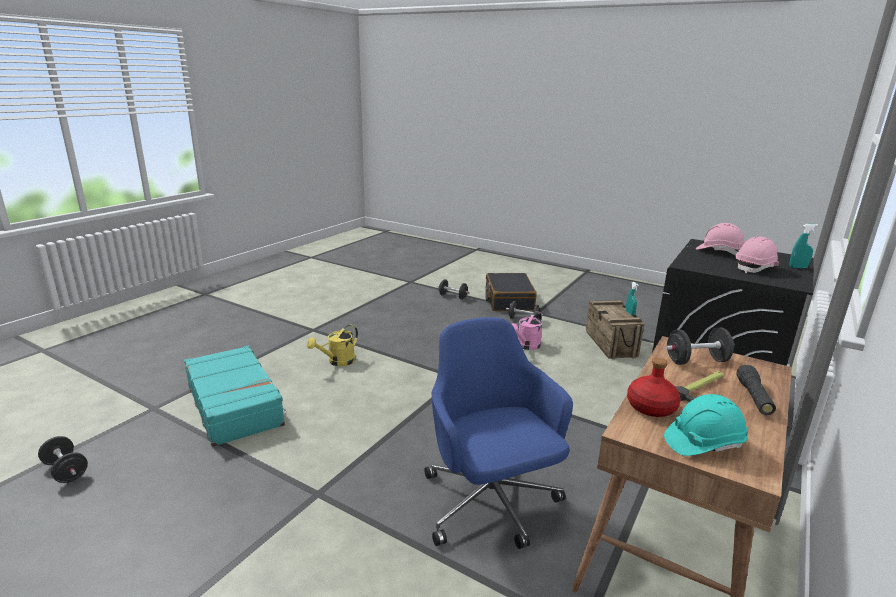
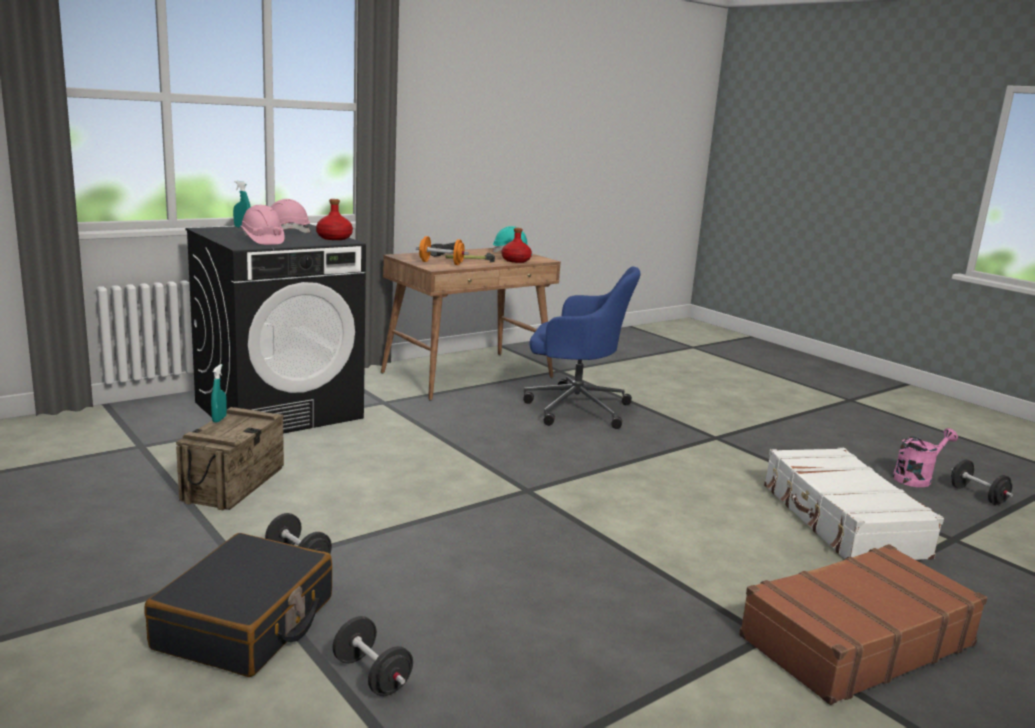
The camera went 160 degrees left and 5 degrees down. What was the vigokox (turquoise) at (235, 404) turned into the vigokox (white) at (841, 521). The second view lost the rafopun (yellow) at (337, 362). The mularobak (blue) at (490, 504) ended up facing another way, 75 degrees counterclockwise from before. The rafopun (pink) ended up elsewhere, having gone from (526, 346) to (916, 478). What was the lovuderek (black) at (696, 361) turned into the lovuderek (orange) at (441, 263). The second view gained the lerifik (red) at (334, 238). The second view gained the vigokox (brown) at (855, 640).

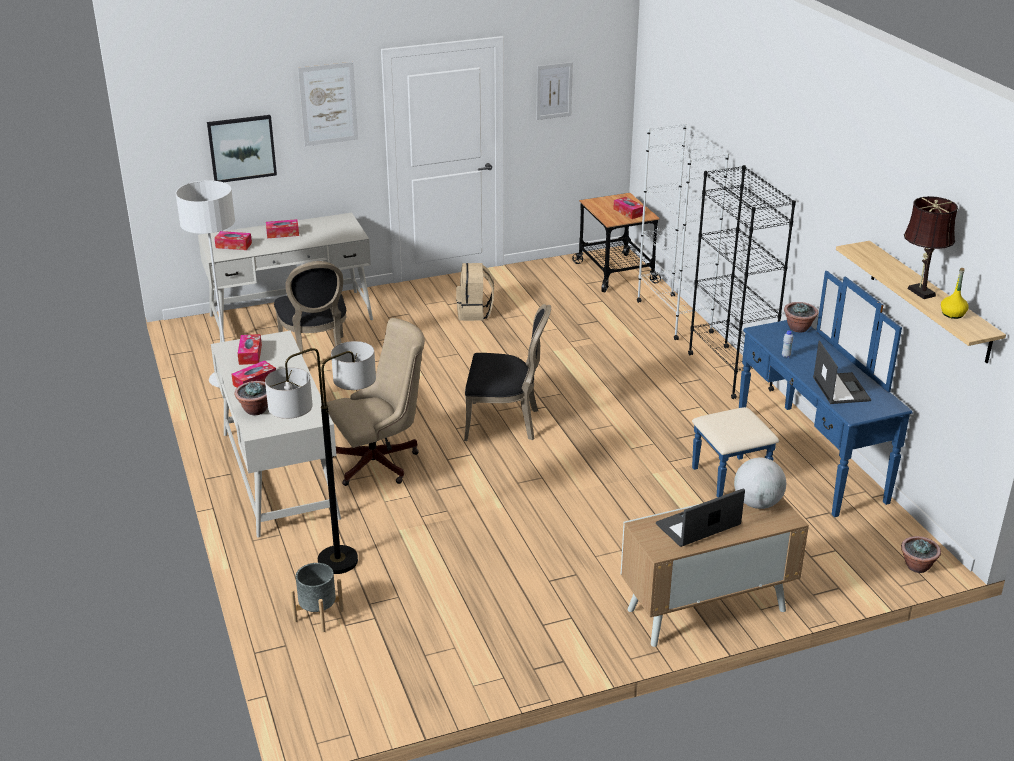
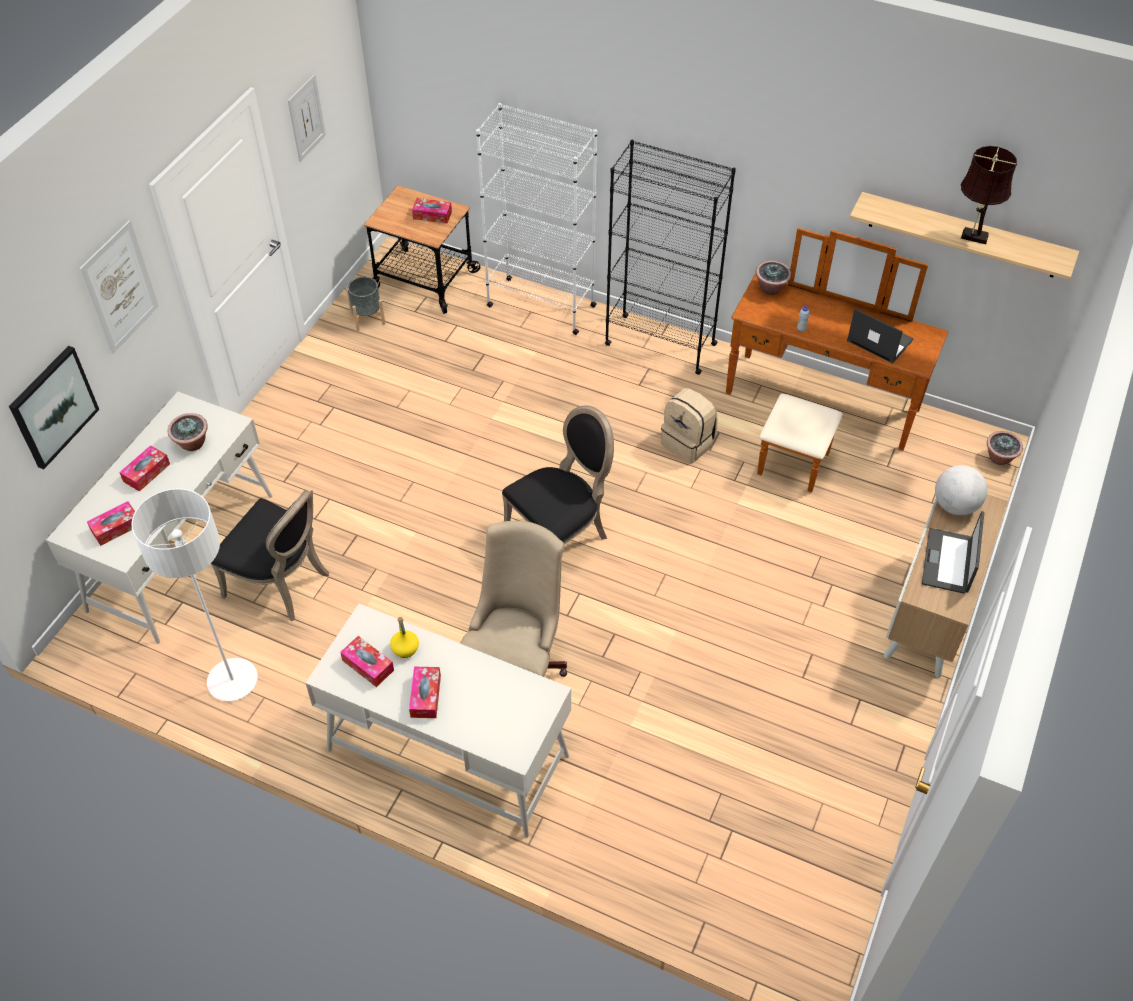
The camera went 45 degrees left and 20 degrees up. The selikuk ended up elsewhere, having gone from (255, 410) to (192, 444). The second view lost the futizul at (338, 561). The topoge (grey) ended up elsewhere, having gone from (318, 615) to (368, 318). The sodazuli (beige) ended up elsewhere, having gone from (475, 313) to (688, 443). What was the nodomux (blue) at (792, 463) turned into the nodomux (brown) at (816, 415). The lerifik (yellow) ended up elsewhere, having gone from (952, 314) to (405, 649).

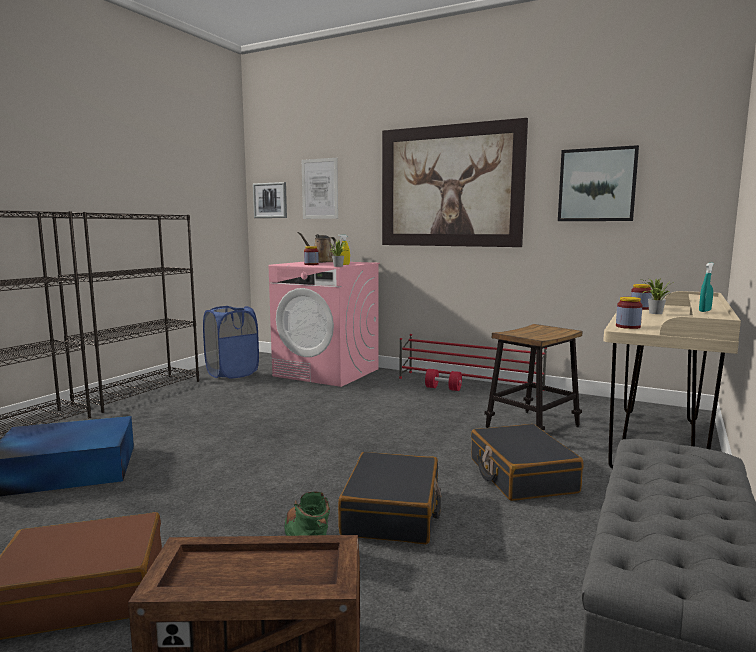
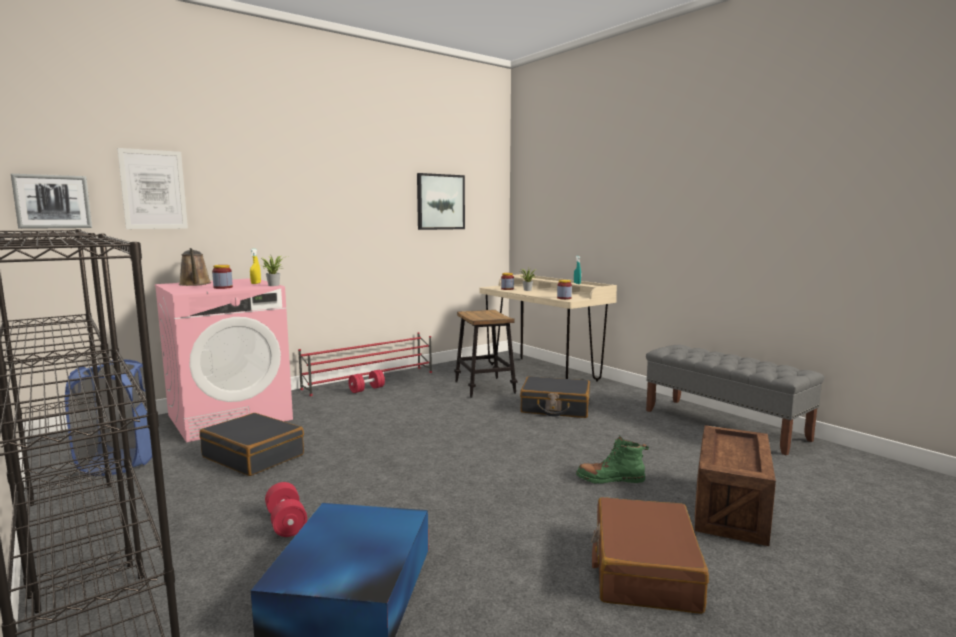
The camera went 65 degrees left and 0 degrees up. The vigokox (black) ended up elsewhere, having gone from (393, 512) to (254, 456). The second view lost the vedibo at (450, 186). The second view gained the lovuderek (red) at (286, 523).

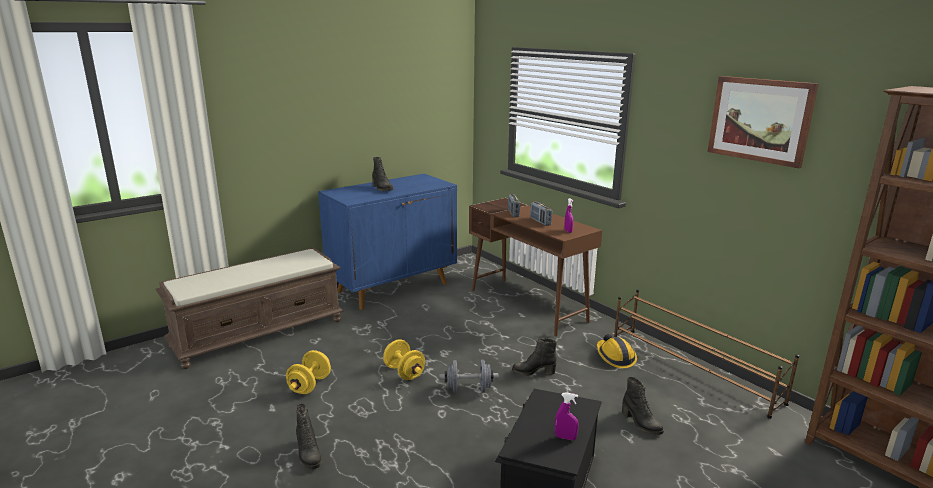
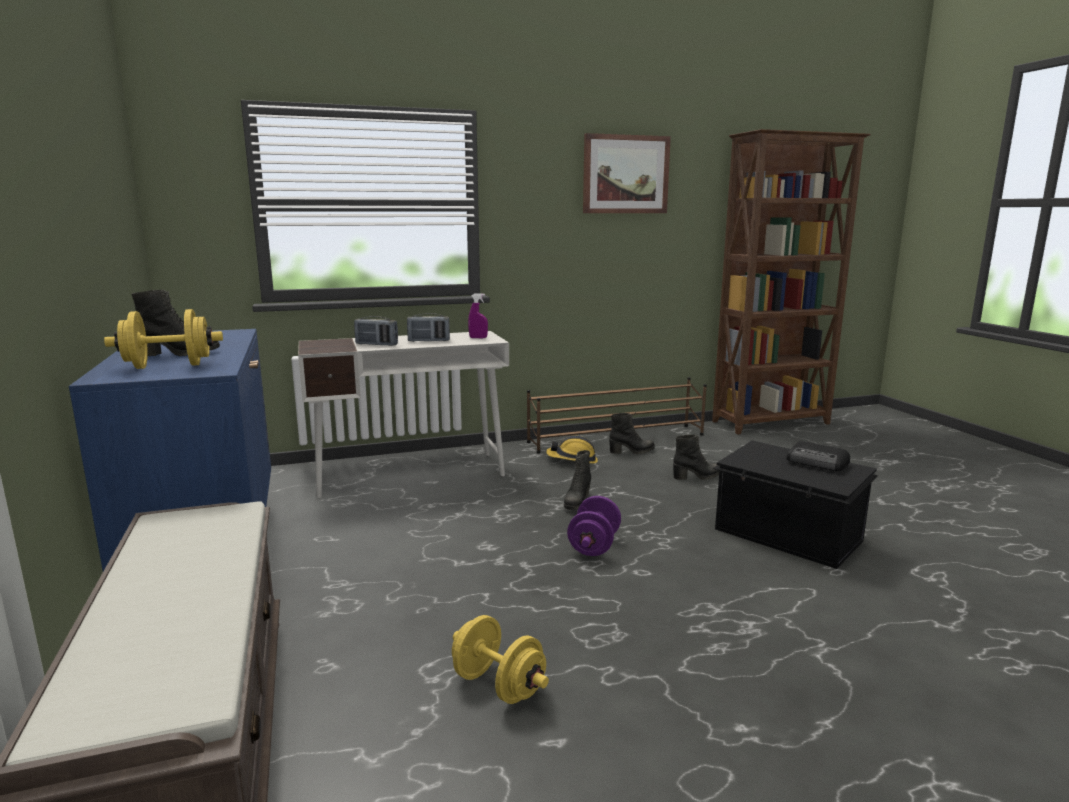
The camera went 70 degrees left and 5 degrees down. The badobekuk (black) ended up elsewhere, having gone from (308, 455) to (632, 451). The lovuderek (yellow) ended up elsewhere, having gone from (404, 372) to (169, 366). What was the lovuderek (grey) at (468, 389) turned into the lovuderek (purple) at (594, 545). What was the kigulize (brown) at (528, 305) turned into the kigulize (white) at (411, 474). Where the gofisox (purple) stood at (565, 437), the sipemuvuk came to stand at (818, 462).

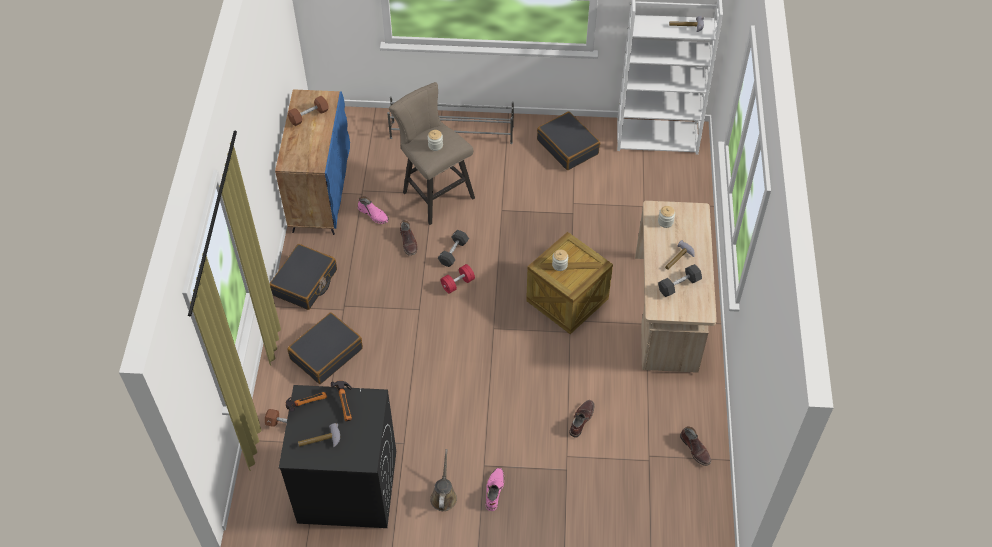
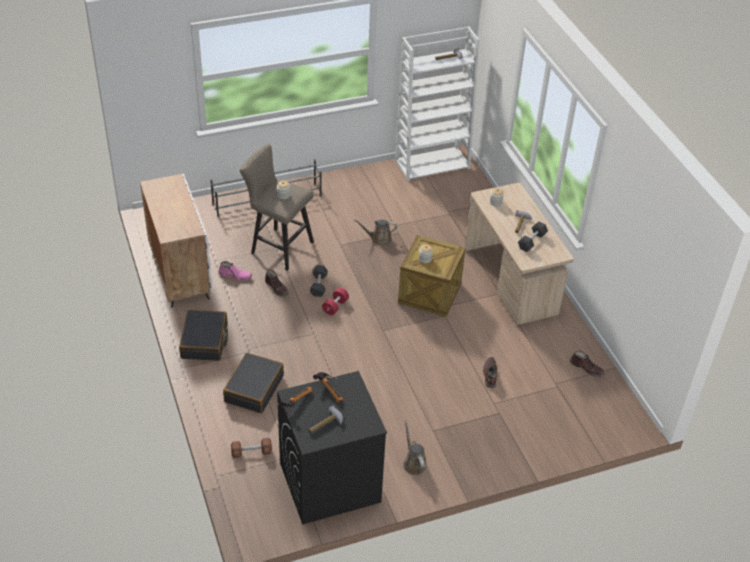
The camera went 25 degrees left and 10 degrees down. What was the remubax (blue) at (320, 193) turned into the remubax (white) at (179, 271). The second view lost the lovuderek (brown) at (309, 116). The second view lost the badobekuk (pink) at (494, 490). The second view lost the vigokox (black) at (568, 147). The second view gained the rafopun (brown) at (379, 239).

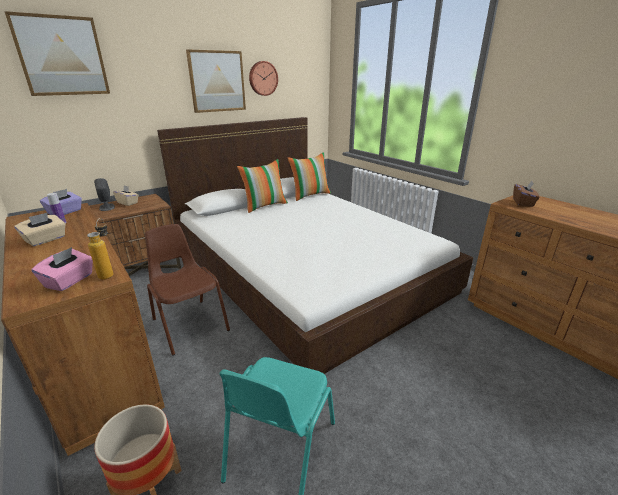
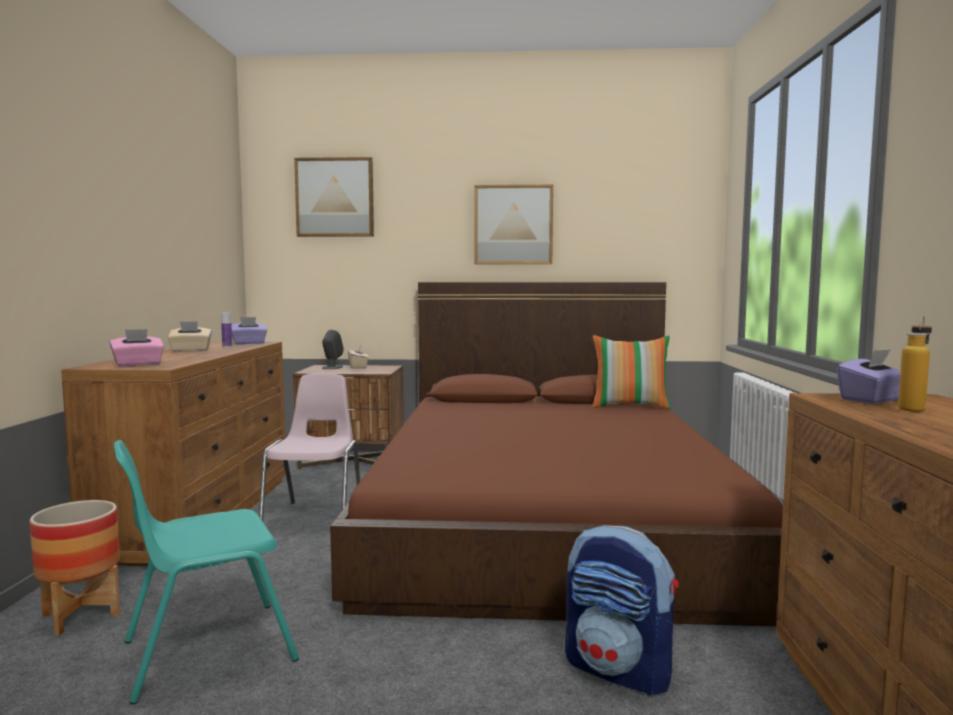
The camera went 40 degrees right and 20 degrees down. The lerifik ended up elsewhere, having gone from (109, 273) to (913, 408). What was the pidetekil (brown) at (189, 324) turned into the pidetekil (pink) at (316, 518). What was the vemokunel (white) at (305, 267) turned into the vemokunel (brown) at (547, 511). The second view lost the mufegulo at (264, 206). The second view lost the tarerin at (263, 78). What was the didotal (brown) at (523, 203) turned into the didotal (purple) at (872, 400). The second view gained the sodazuli at (619, 670).

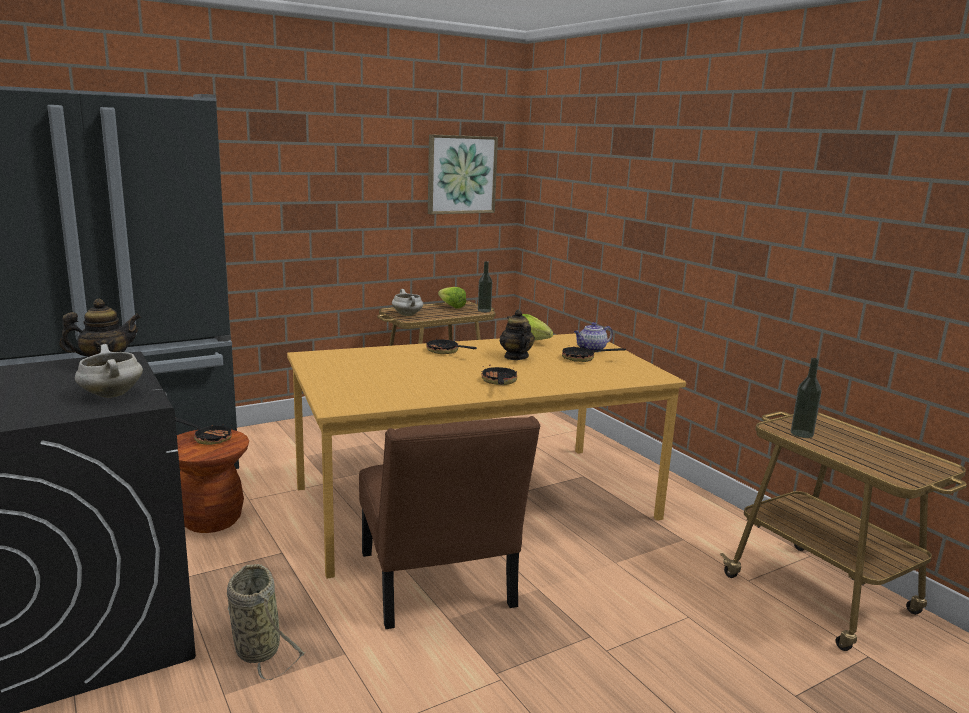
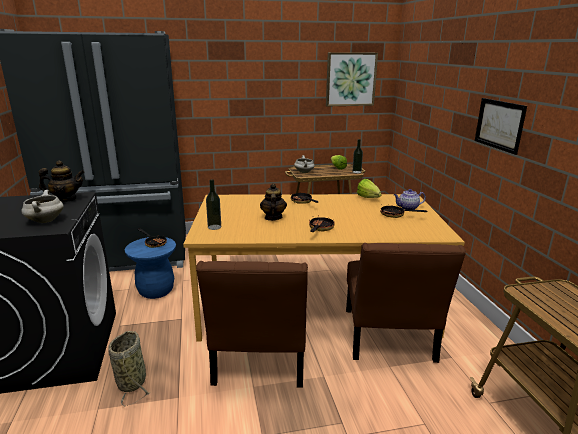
The camera went 20 degrees right and 5 degrees up. What was the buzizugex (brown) at (211, 520) turned into the buzizugex (blue) at (156, 290). The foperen ended up elsewhere, having gone from (516, 357) to (273, 217). The lerifik ended up elsewhere, having gone from (801, 434) to (214, 227). The second view gained the pidetekil (brown) at (388, 339). The second view gained the vedibo at (499, 124).

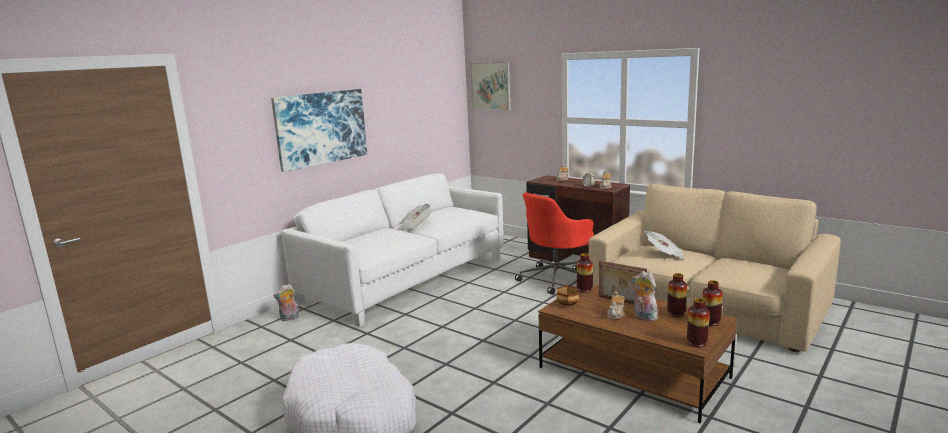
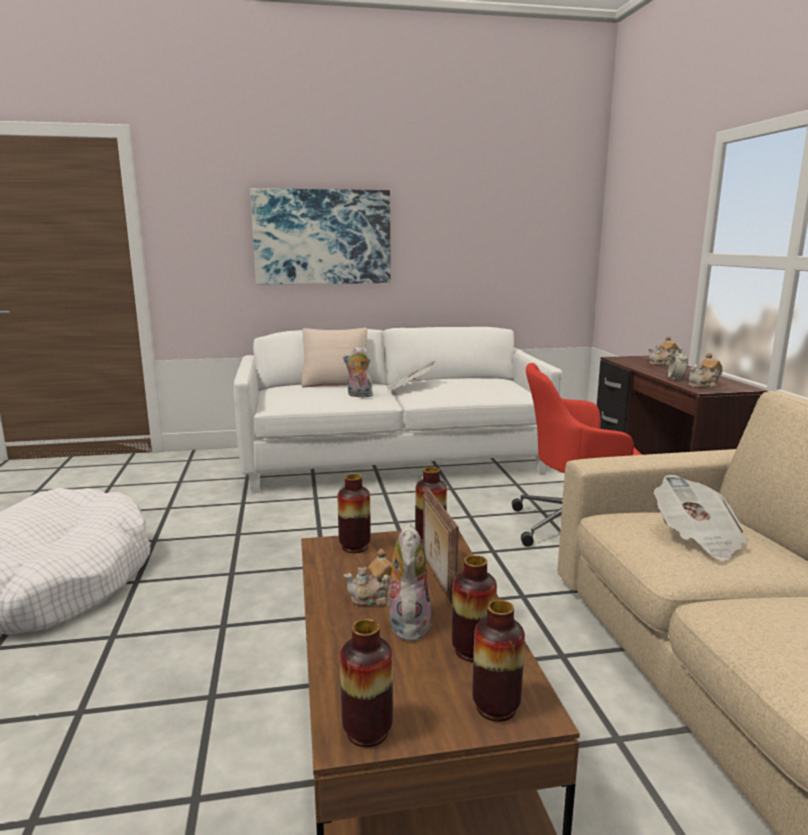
The camera went 40 degrees right and 0 degrees up. The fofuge ended up elsewhere, having gone from (289, 319) to (358, 396). The second view lost the vedibo at (490, 86). Where the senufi stood at (567, 304), the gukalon came to stand at (354, 547). The second view gained the mufegulo (beige) at (335, 382).

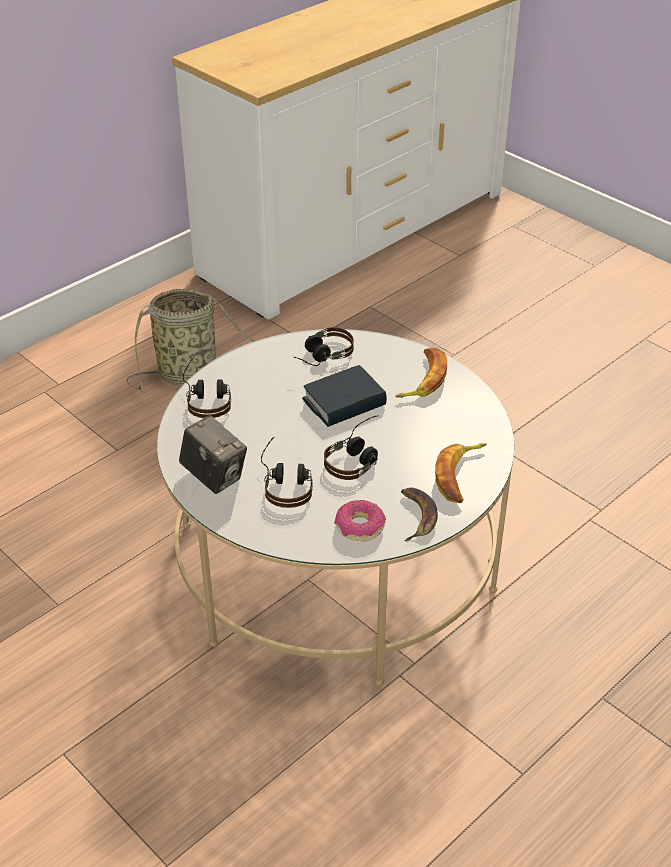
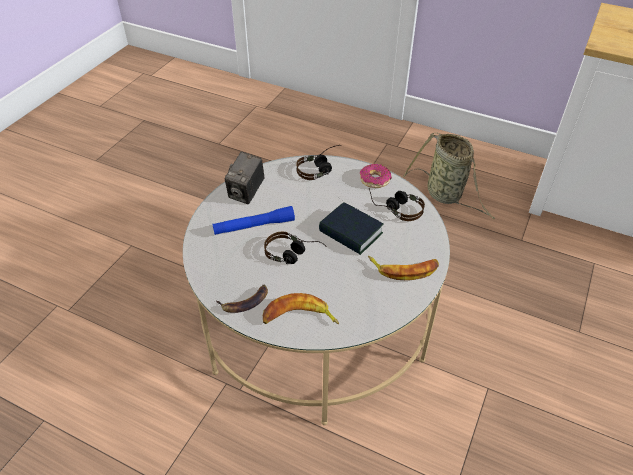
The camera went 70 degrees right and 5 degrees up. Where the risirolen stood at (286, 482), the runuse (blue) came to stand at (254, 226). The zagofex ended up elsewhere, having gone from (359, 527) to (374, 180).

